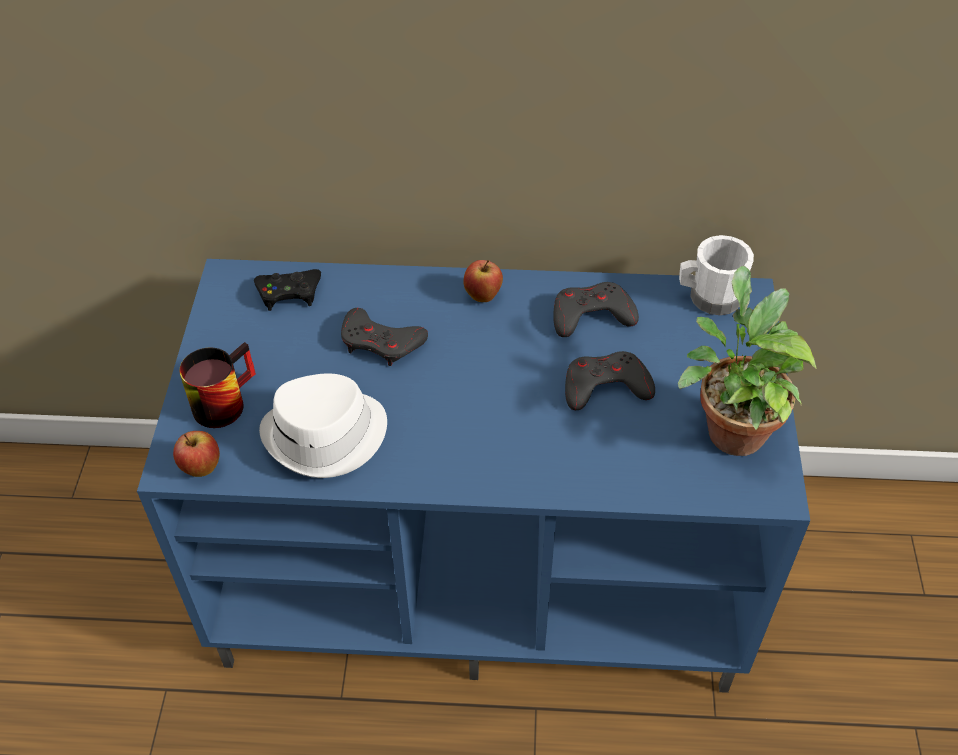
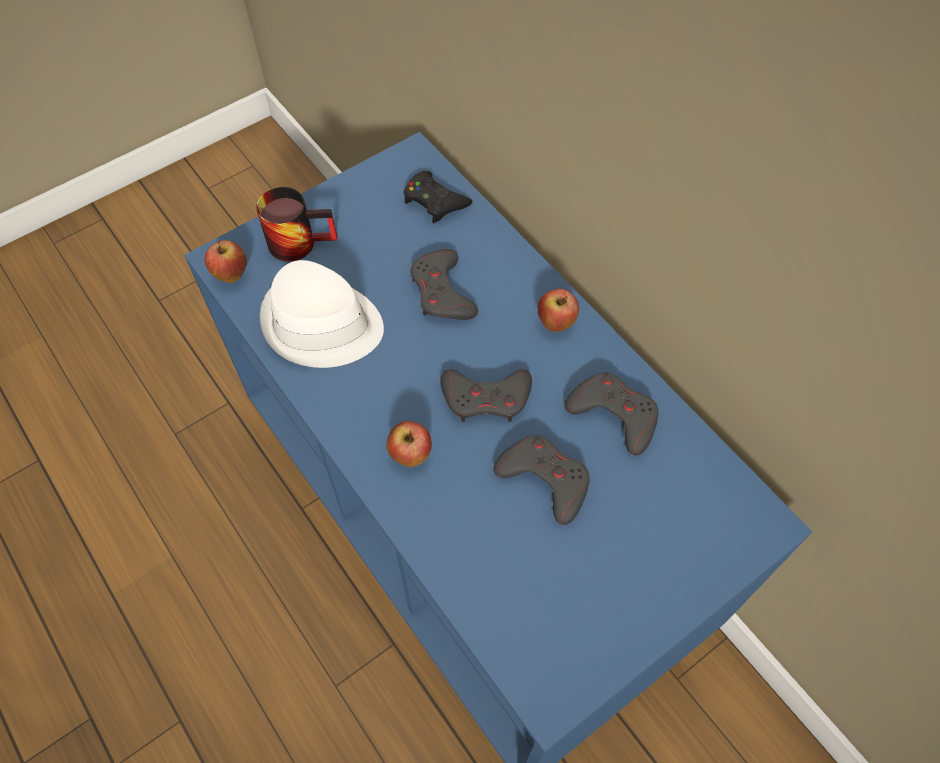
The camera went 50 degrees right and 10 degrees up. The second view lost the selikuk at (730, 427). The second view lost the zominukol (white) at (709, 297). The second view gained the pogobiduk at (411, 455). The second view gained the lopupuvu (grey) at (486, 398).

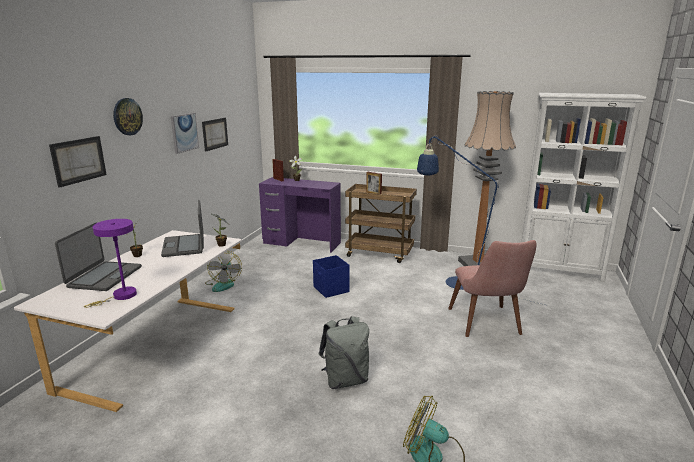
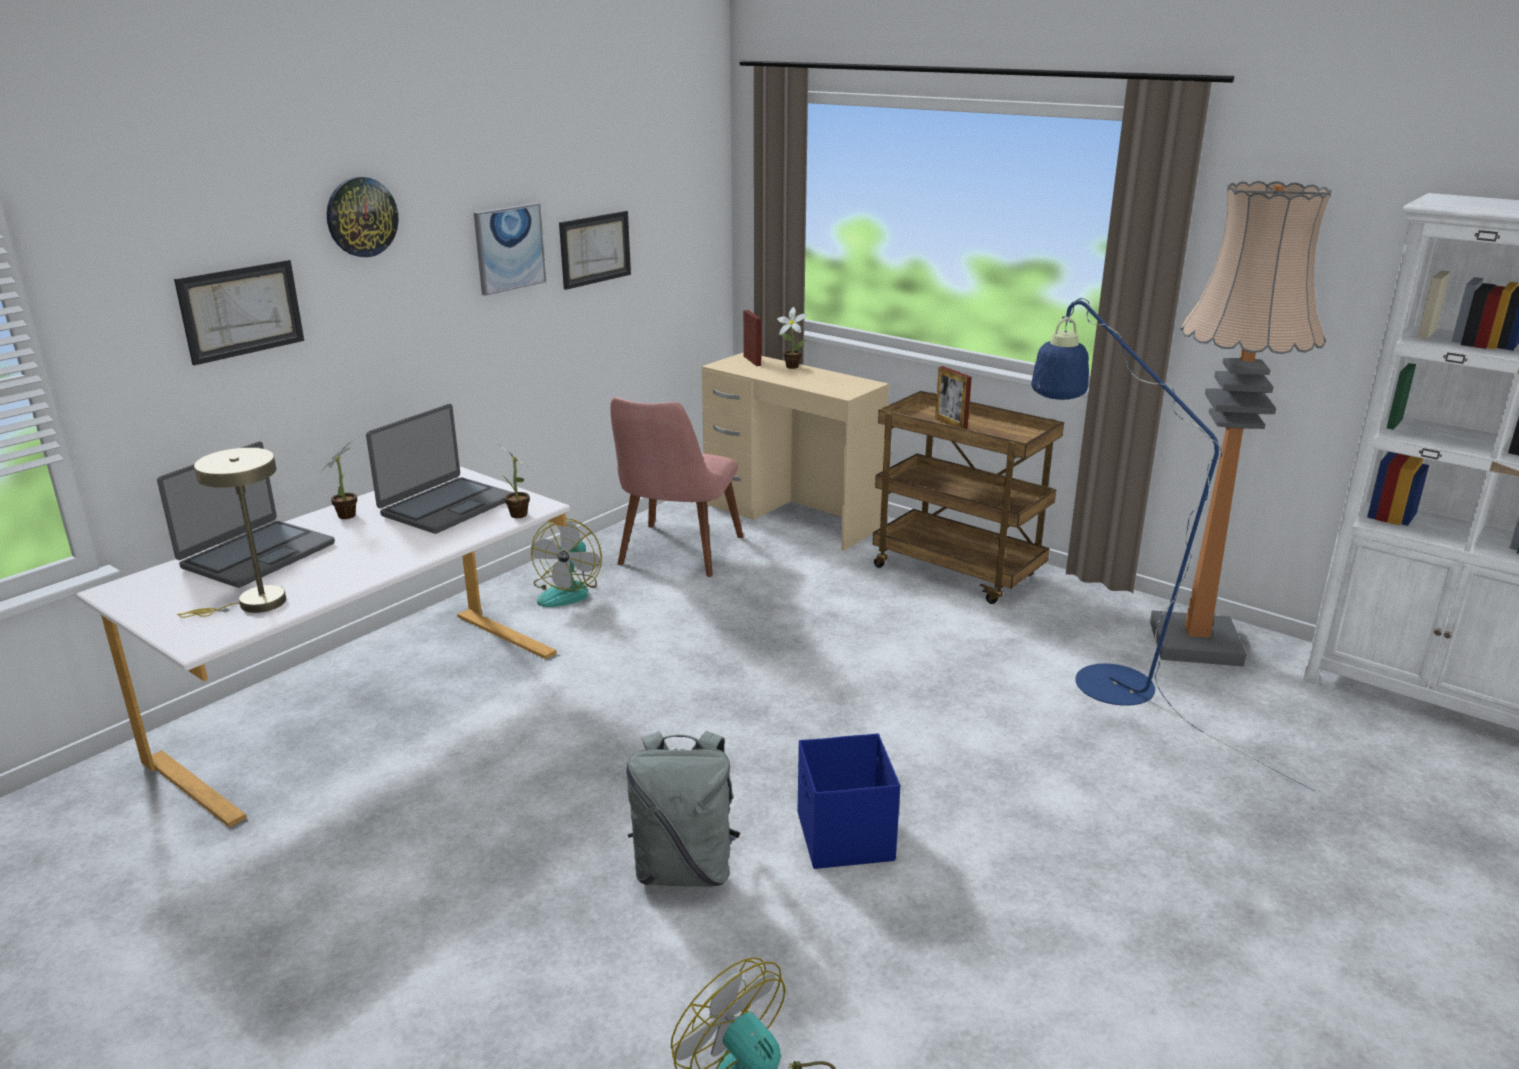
The camera went 20 degrees right and 5 degrees up. What was the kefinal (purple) at (121, 296) turned into the kefinal (beige) at (254, 604). The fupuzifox at (184, 246) ended up facing another way, 150 degrees counterclockwise from before. What was the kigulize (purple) at (302, 243) turned into the kigulize (beige) at (792, 516). The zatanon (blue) ended up elsewhere, having gone from (331, 289) to (844, 838). The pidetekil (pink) ended up elsewhere, having gone from (488, 326) to (675, 557).

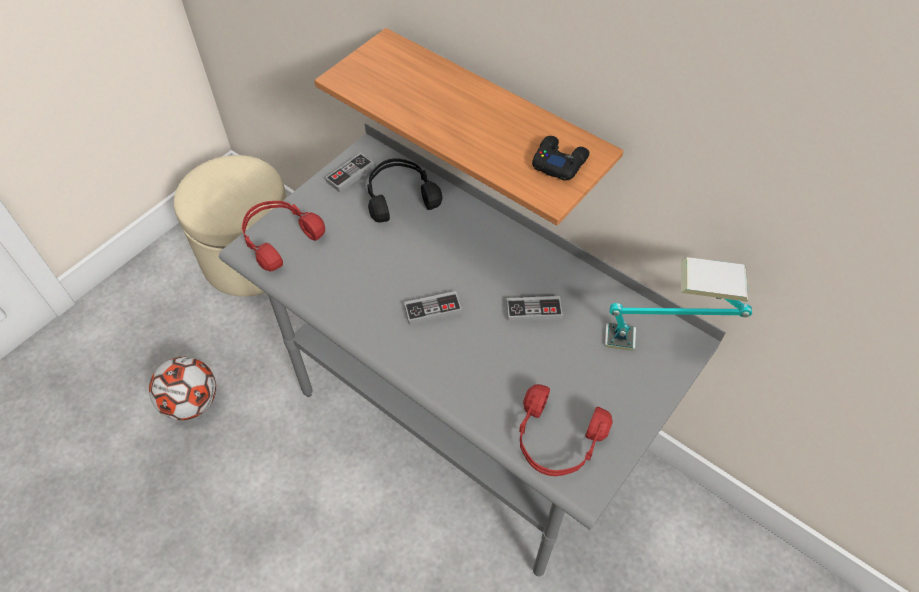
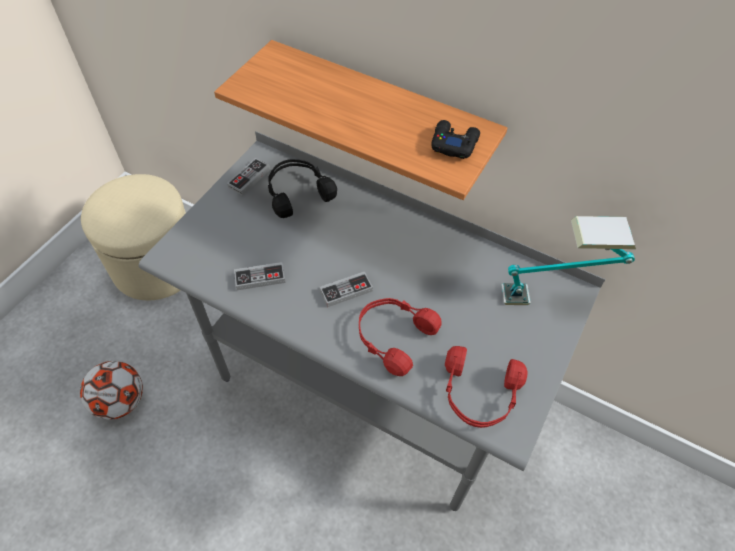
The camera went 10 degrees left and 0 degrees up. The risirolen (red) ended up elsewhere, having gone from (279, 238) to (393, 337). The lopupuvu ended up elsewhere, having gone from (533, 311) to (260, 278).

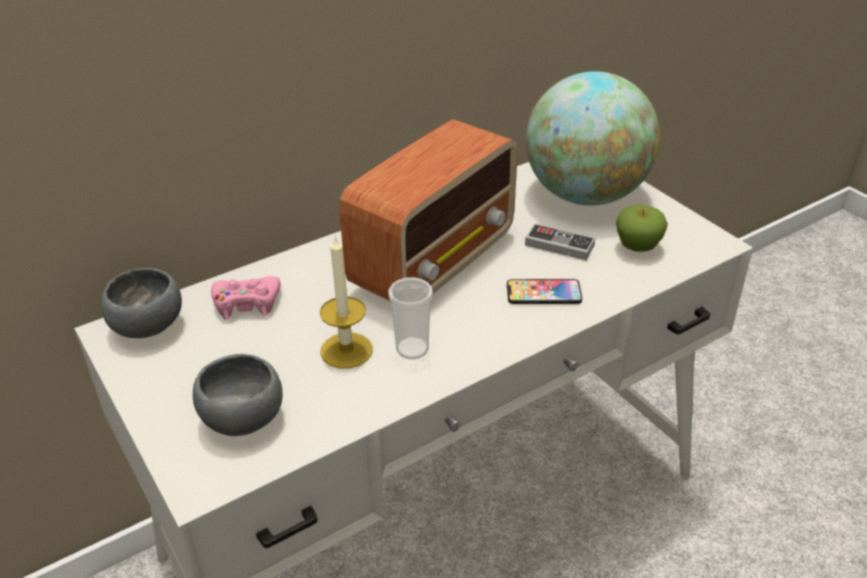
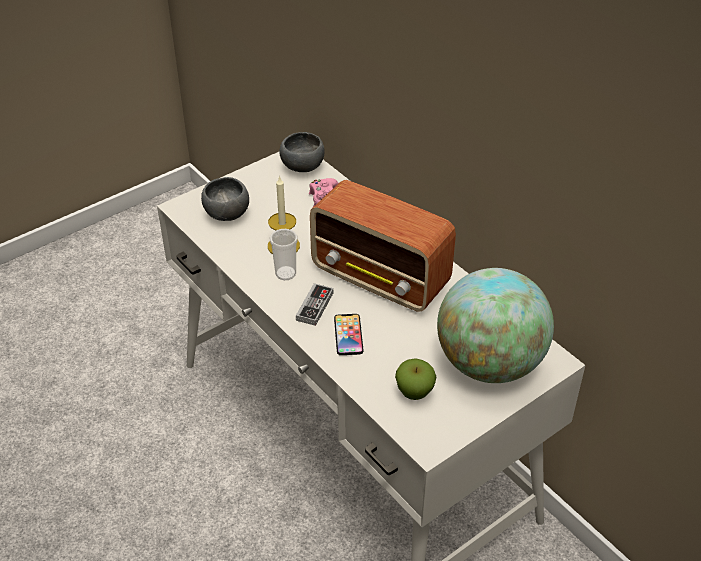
The camera went 85 degrees right and 5 degrees up. The lopupuvu ended up elsewhere, having gone from (559, 245) to (314, 306).

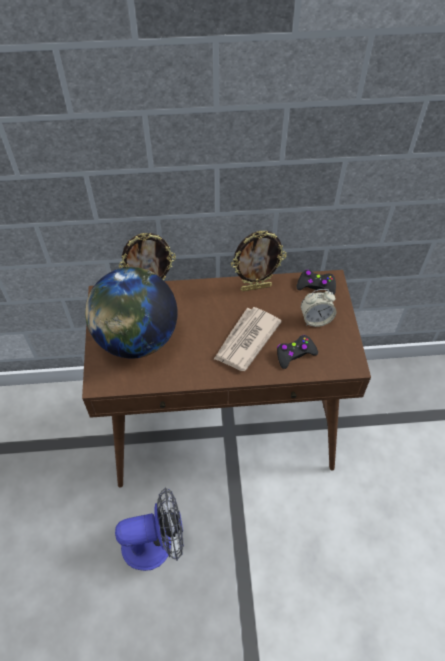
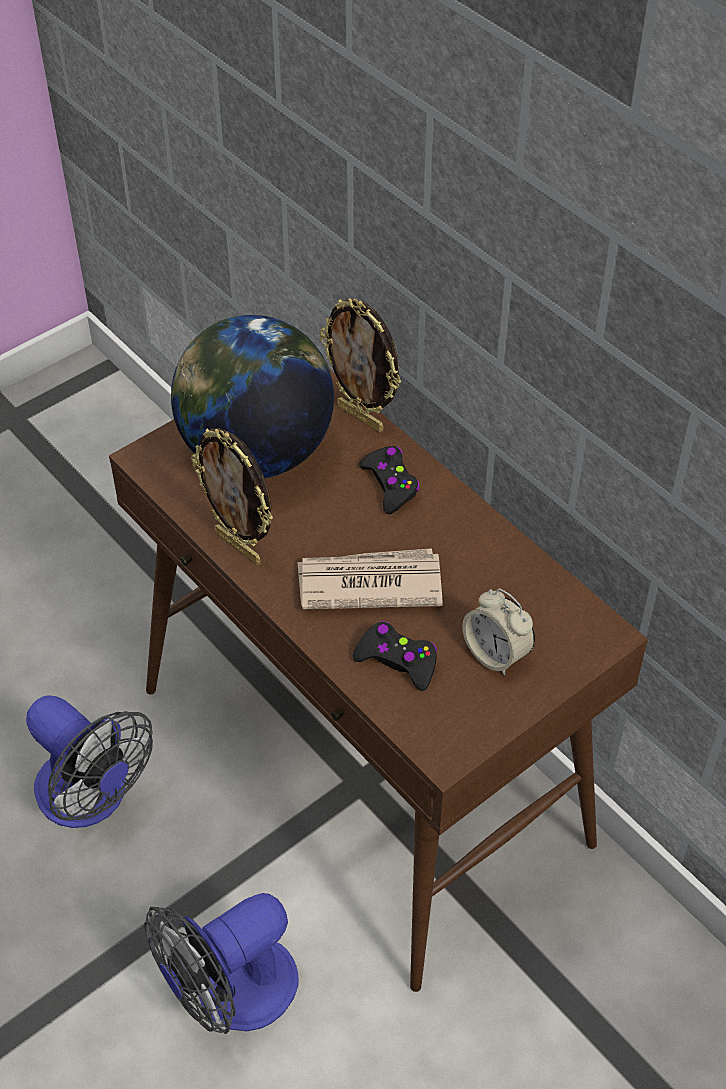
The camera went 55 degrees right and 5 degrees down. The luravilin ended up elsewhere, having gone from (255, 287) to (240, 547). The lopupuvu (black) ended up elsewhere, having gone from (316, 286) to (390, 484). The second view gained the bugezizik at (231, 995).

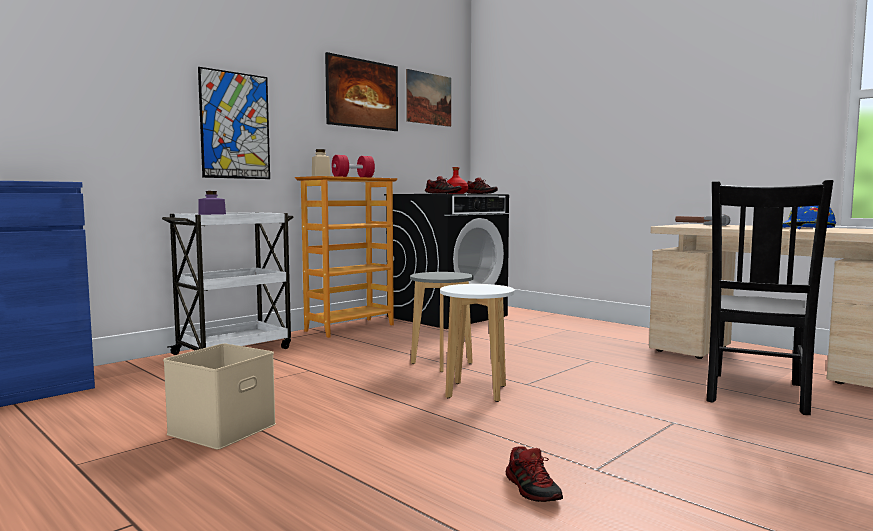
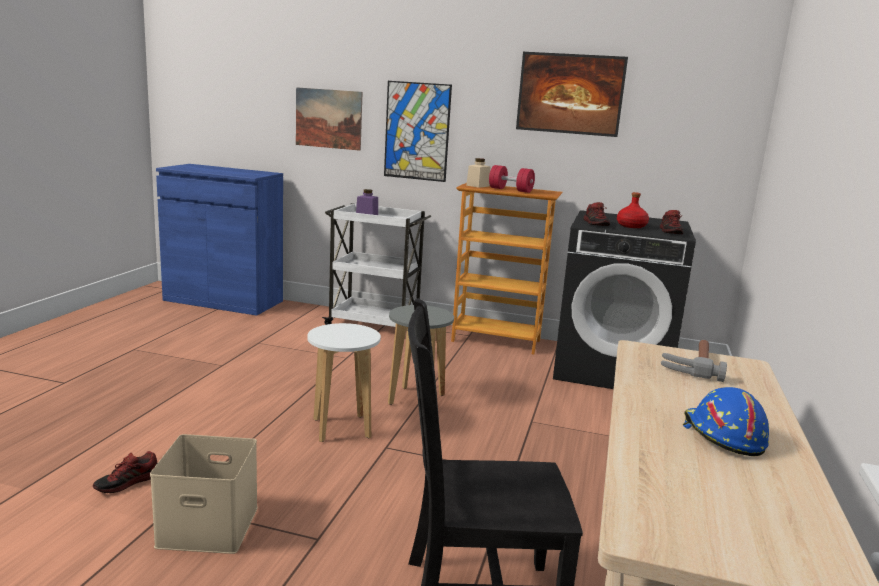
The camera went 60 degrees right and 10 degrees up. The zatanon (beige) ended up elsewhere, having gone from (222, 430) to (206, 527). The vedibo ended up elsewhere, having gone from (428, 99) to (328, 118).

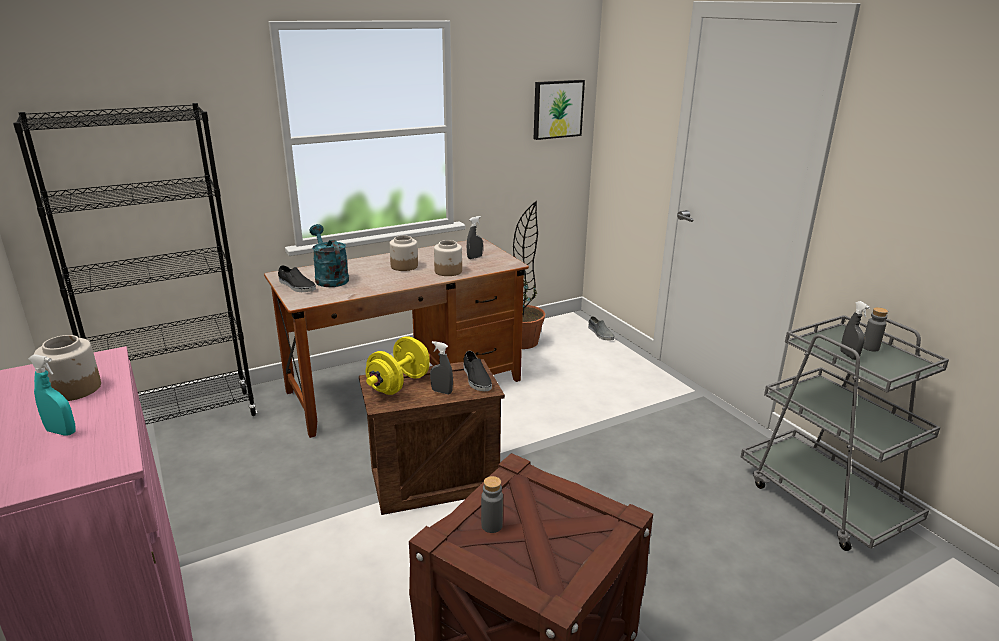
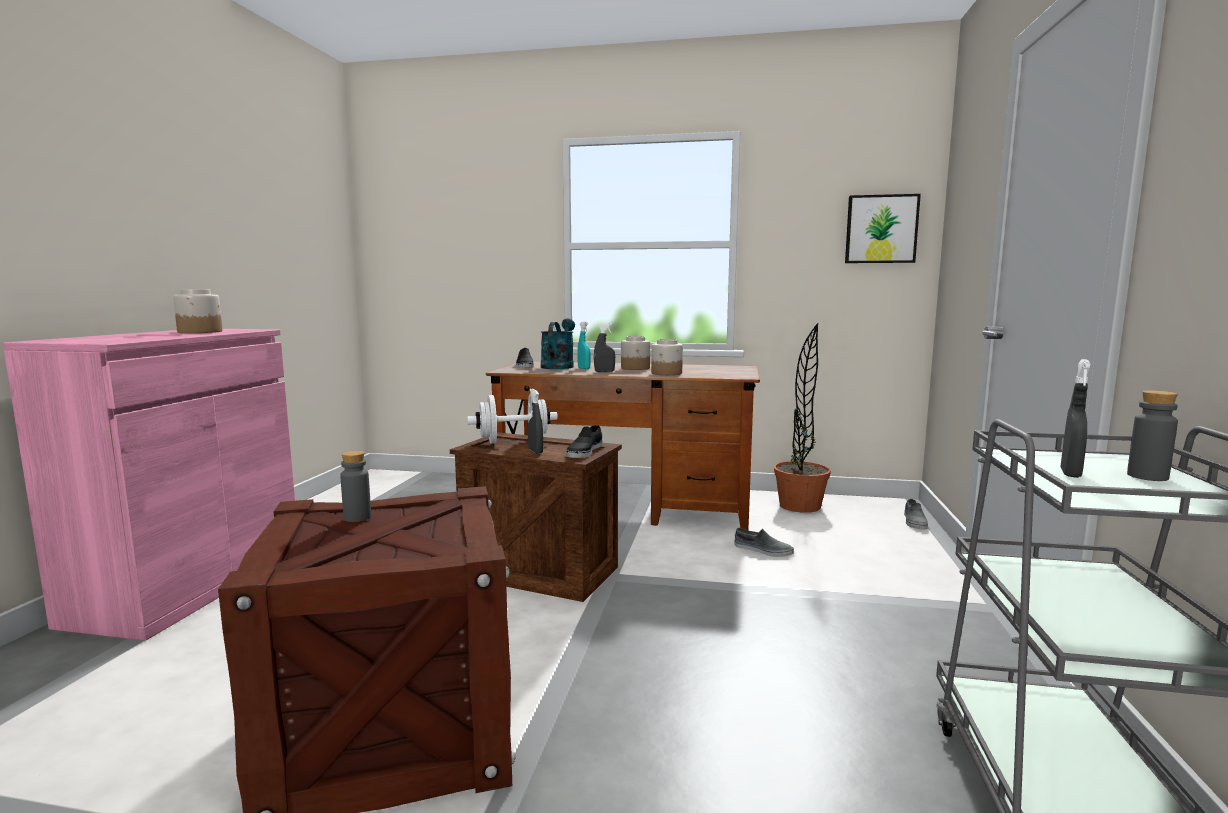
The camera went 40 degrees right and 15 degrees down. The second view lost the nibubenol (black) at (181, 420). The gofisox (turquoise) ended up elsewhere, having gone from (61, 432) to (584, 368). What was the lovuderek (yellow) at (399, 384) turned into the lovuderek (white) at (513, 441). The gofisox (grey) ended up elsewhere, having gone from (474, 257) to (604, 372). The second view gained the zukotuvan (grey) at (763, 550).

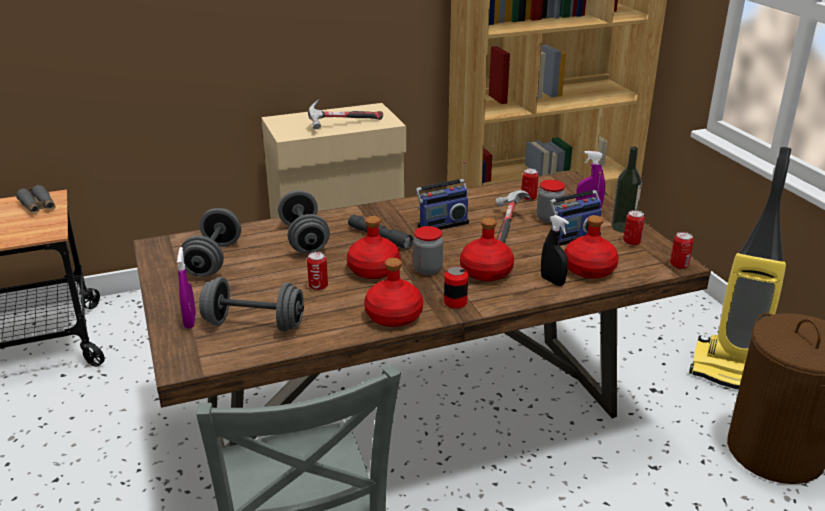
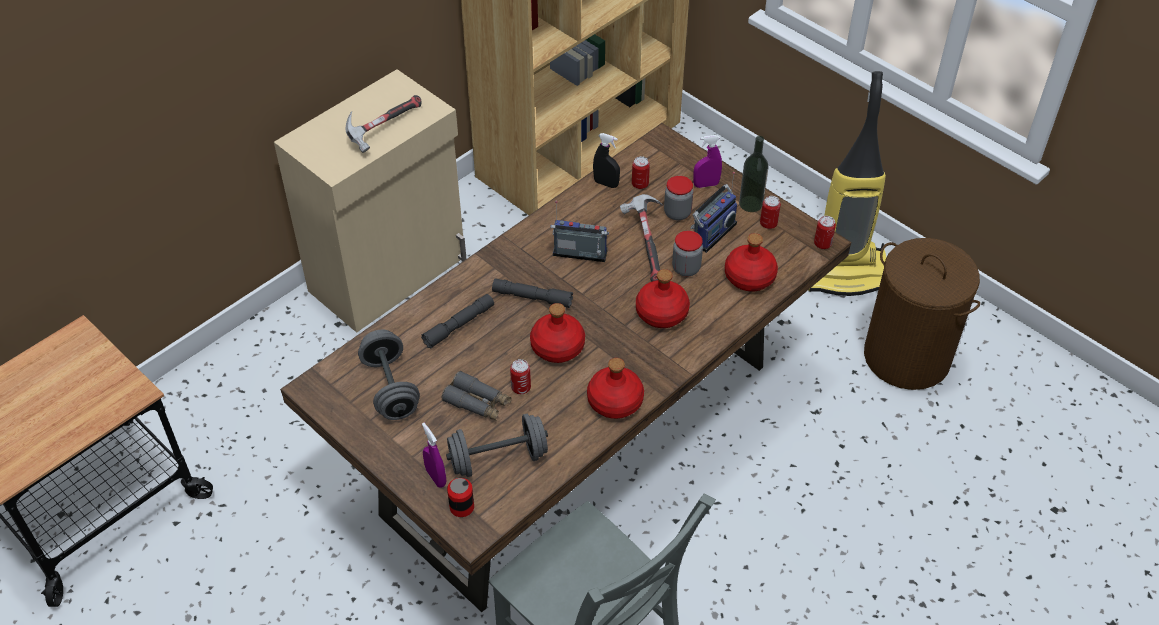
The camera went 25 degrees left and 20 degrees up. The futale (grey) ended up elsewhere, having gone from (38, 206) to (477, 402). Where the lovuderek (grey) stood at (304, 239), the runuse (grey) came to stand at (459, 325). The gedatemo ended up elsewhere, having gone from (427, 269) to (686, 268). The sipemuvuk at (442, 224) ended up facing another way, 120 degrees counterclockwise from before. The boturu ended up elsewhere, having gone from (455, 302) to (462, 507). The gofisox (black) ended up elsewhere, having gone from (552, 281) to (606, 183).

